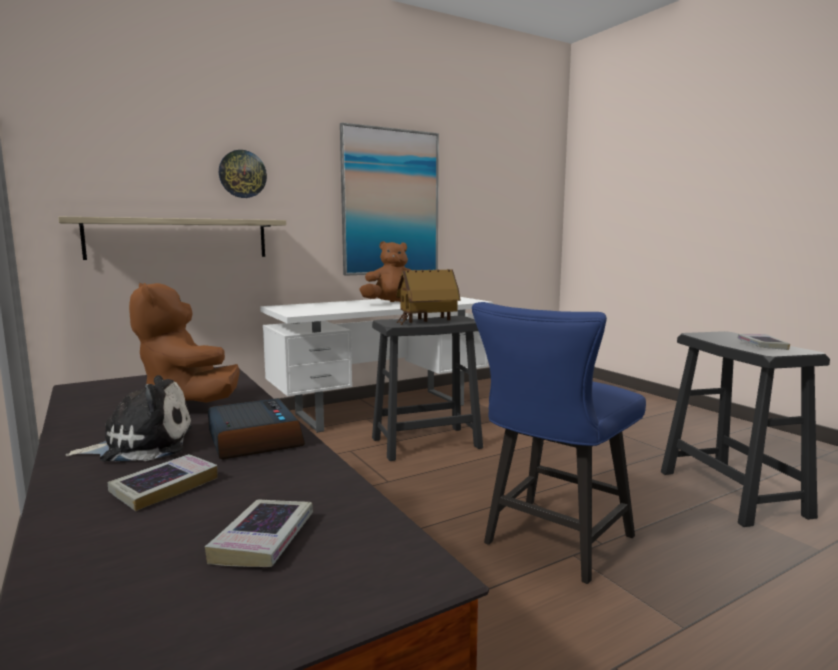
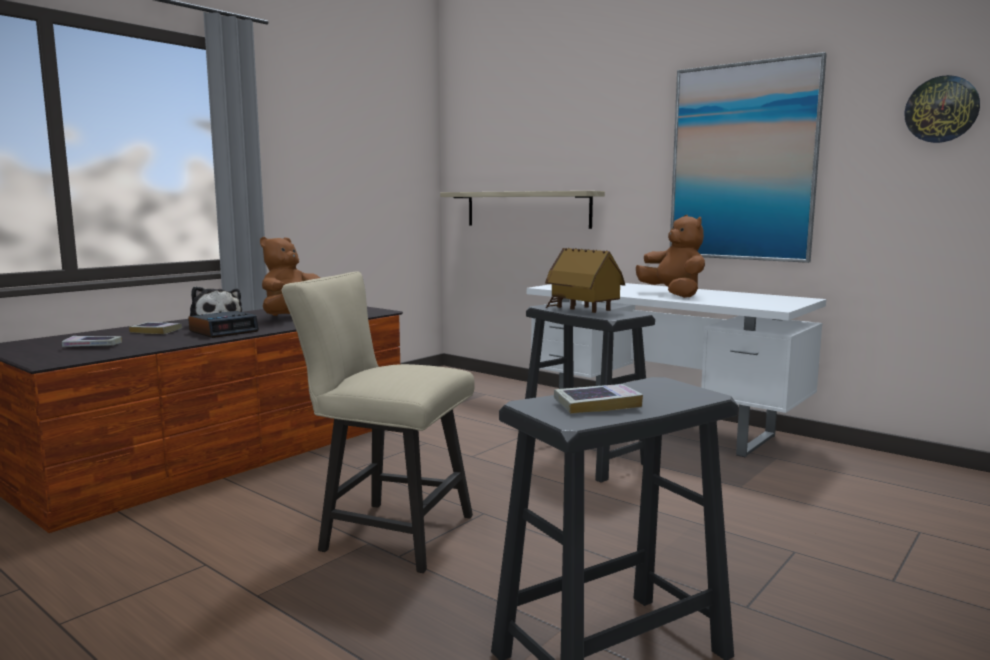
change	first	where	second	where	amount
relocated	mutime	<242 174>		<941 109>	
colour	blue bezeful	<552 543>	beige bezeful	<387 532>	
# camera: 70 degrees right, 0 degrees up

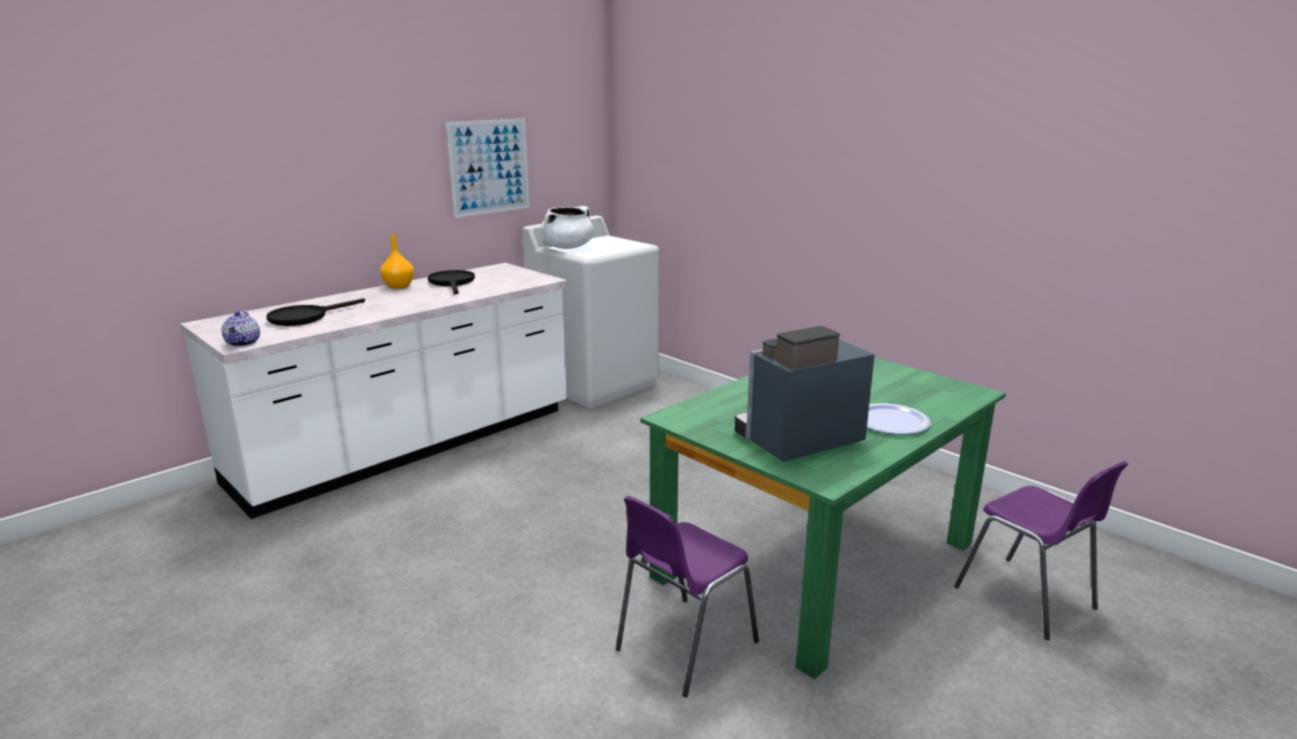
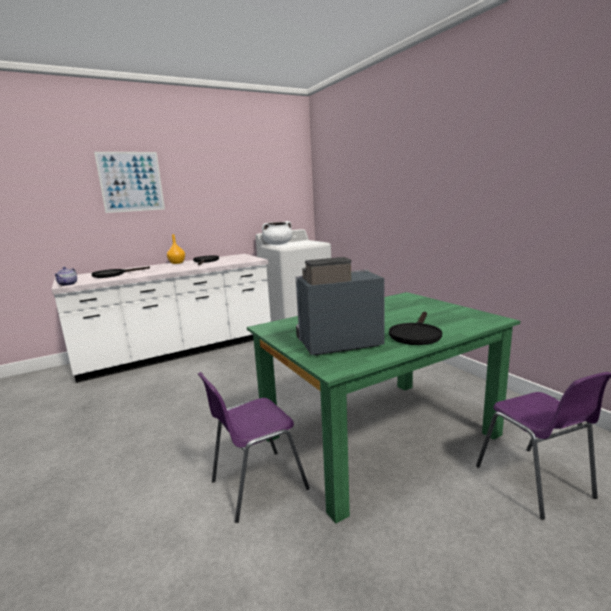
change	first	where	second	where	amount
relocated	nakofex	<489 167>		<131 182>	
exchanged	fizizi	<891 421>	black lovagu	<415 334>	
# camera: 15 degrees right, 5 degrees down

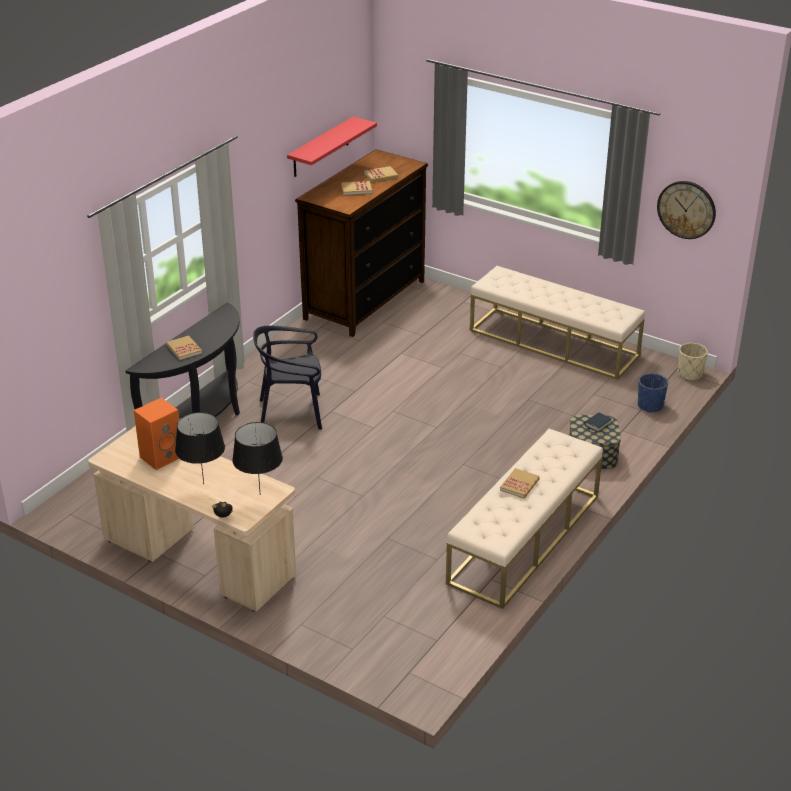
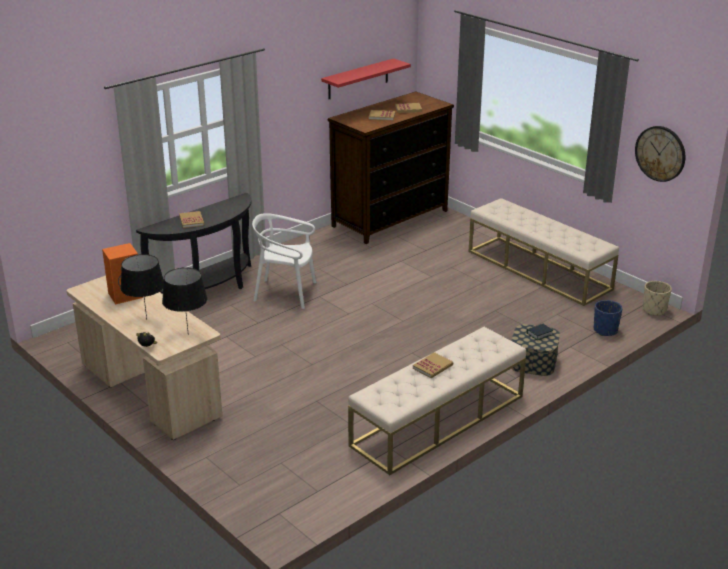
change	first	where	second	where	amount
colour	black bezeful	<291 413>	white bezeful	<286 293>	
# camera: 15 degrees right, 5 degrees down

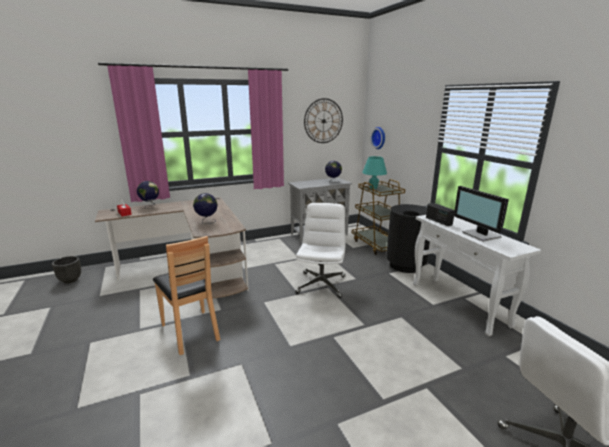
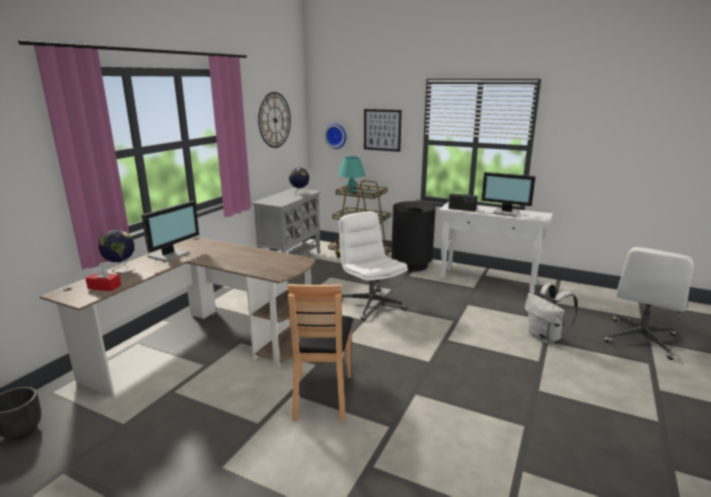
change	first	where	second	where	amount
missing	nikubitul	<207 222>			
spun	brown bezeful	<191 331>		<322 396>	75 degrees clockwise
appeared			nakofex	<382 130>	
appeared			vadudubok	<170 255>	
appeared			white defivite	<545 338>	
# camera: 40 degrees left, 0 degrees up

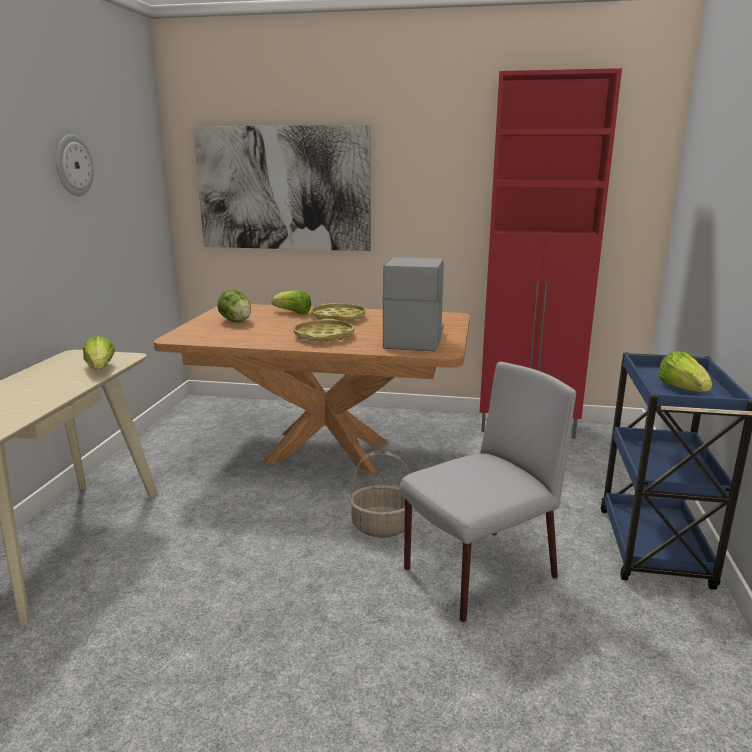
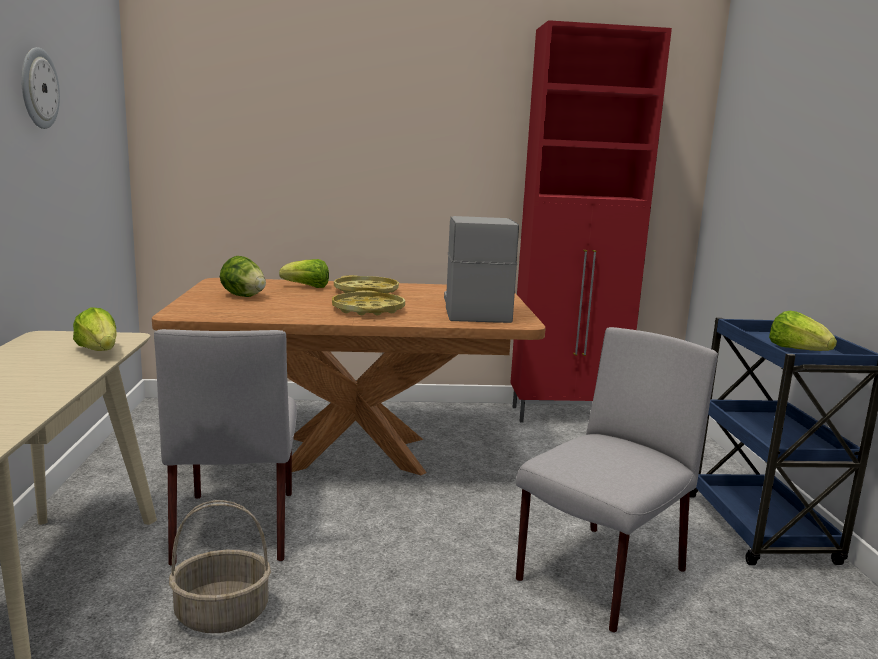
change	first	where	second	where	amount
missing	nakofex	<283 188>			
relocated	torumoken	<382 526>		<223 613>	
appeared			grey bezeful	<236 525>	
# camera: 15 degrees left, 5 degrees down

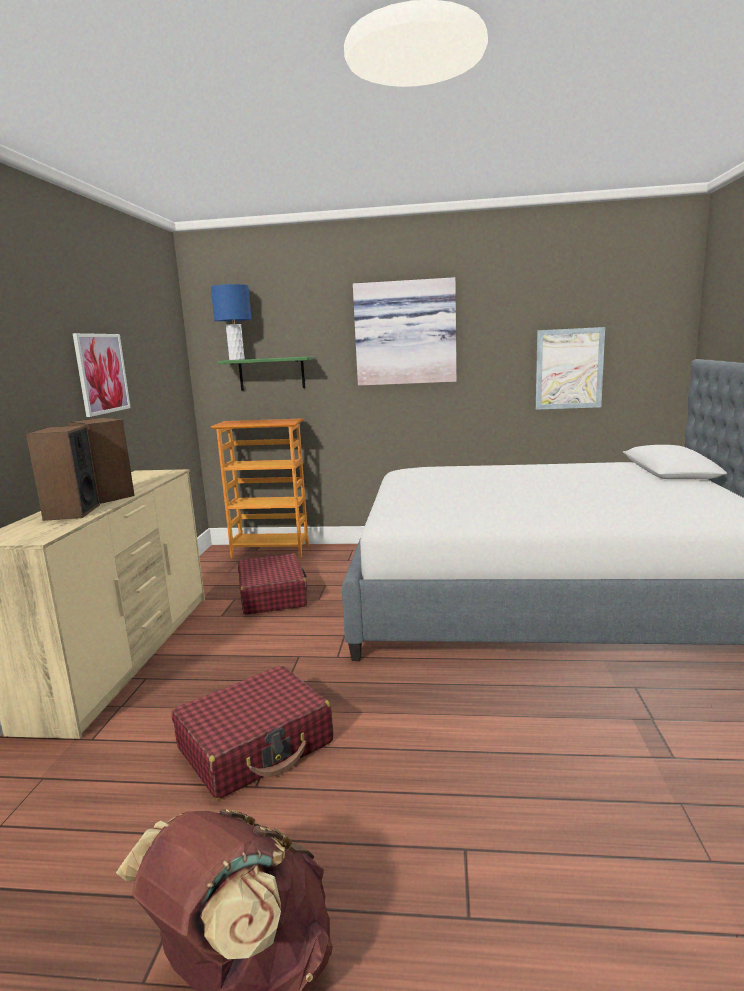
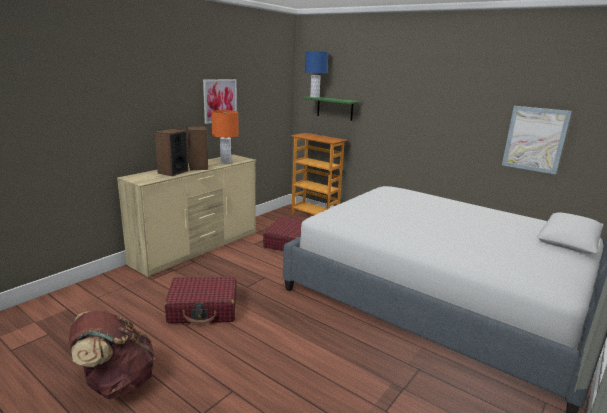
change	first	where	second	where	amount
missing	nakofex	<405 333>			
appeared			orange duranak	<226 162>	
# camera: 30 degrees right, 5 degrees up

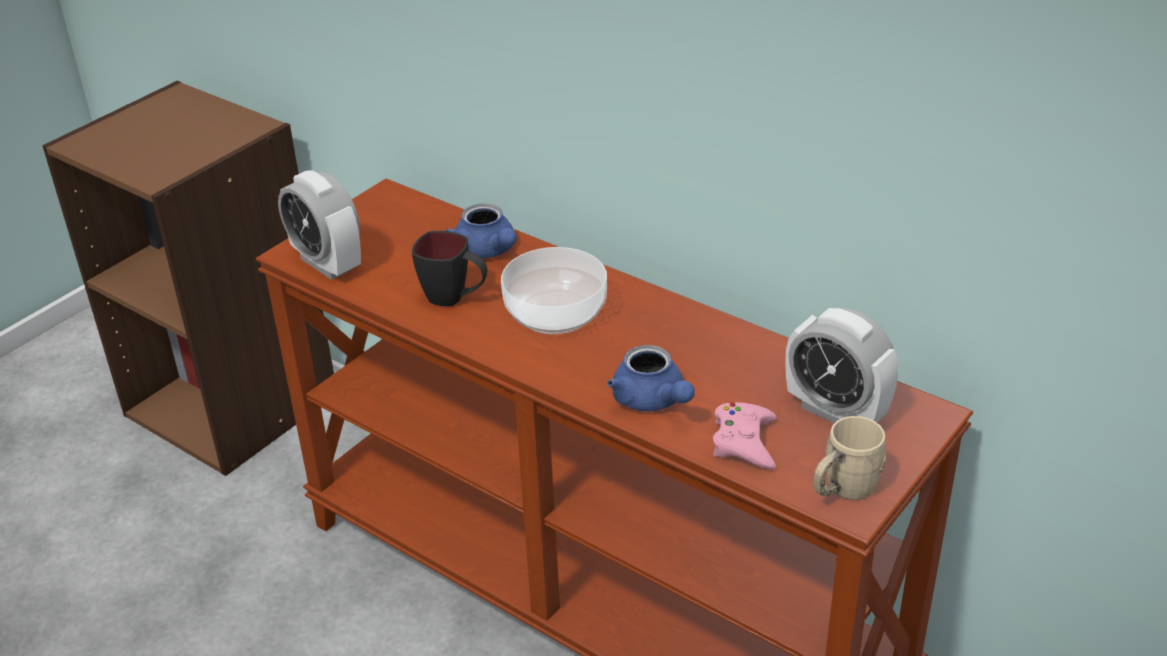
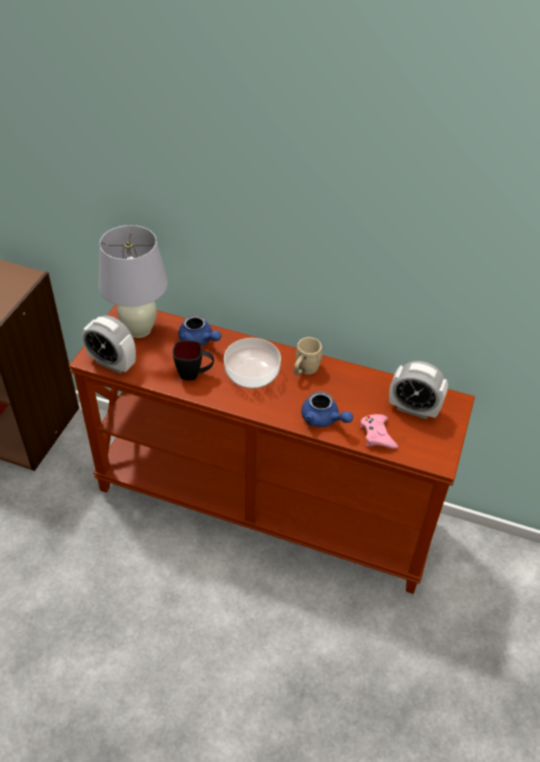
change	first	where	second	where	amount
relocated	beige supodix	<843 490>		<304 370>	
appeared			white duranak	<139 330>	
# camera: 20 degrees left, 10 degrees up

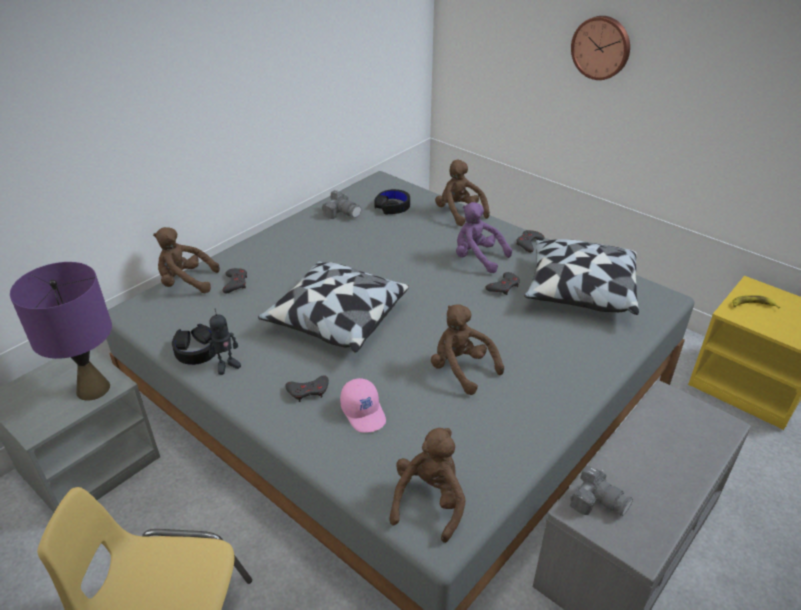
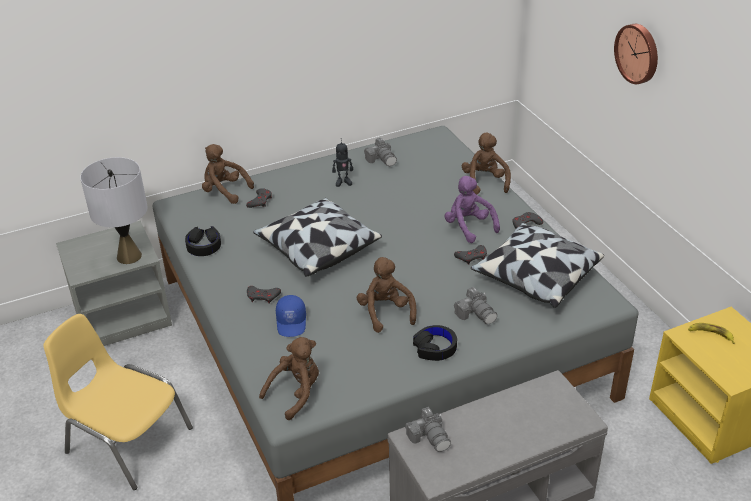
change	first	where	second	where	amount
relocated	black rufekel	<392 206>		<435 347>	
colour	purple duranak	<92 389>	grey duranak	<128 256>	
relocated	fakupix	<227 365>		<343 182>	
colour	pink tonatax	<364 412>	blue tonatax	<292 322>	
appeared			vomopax	<476 314>	
# camera: 25 degrees right, 0 degrees up

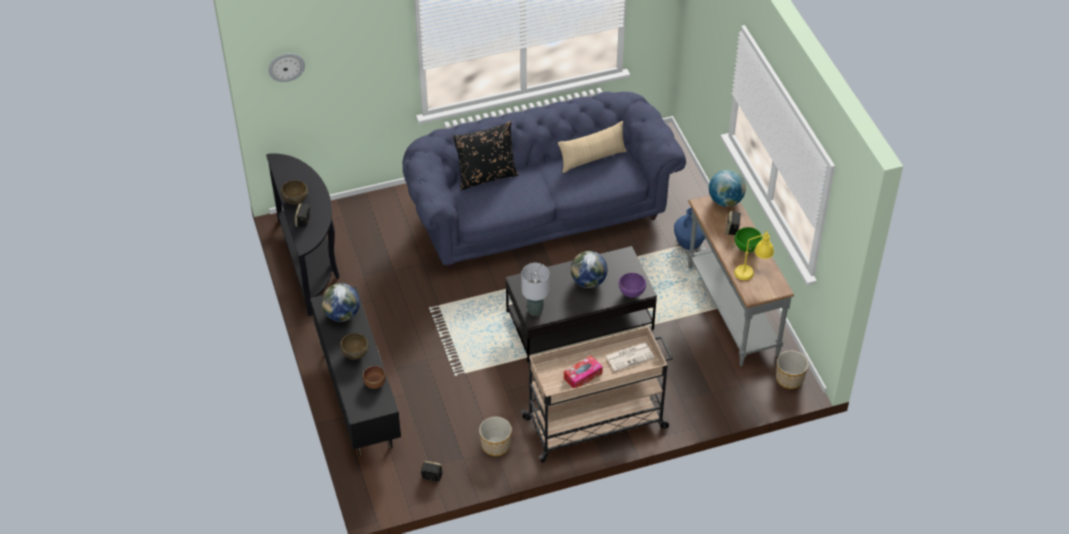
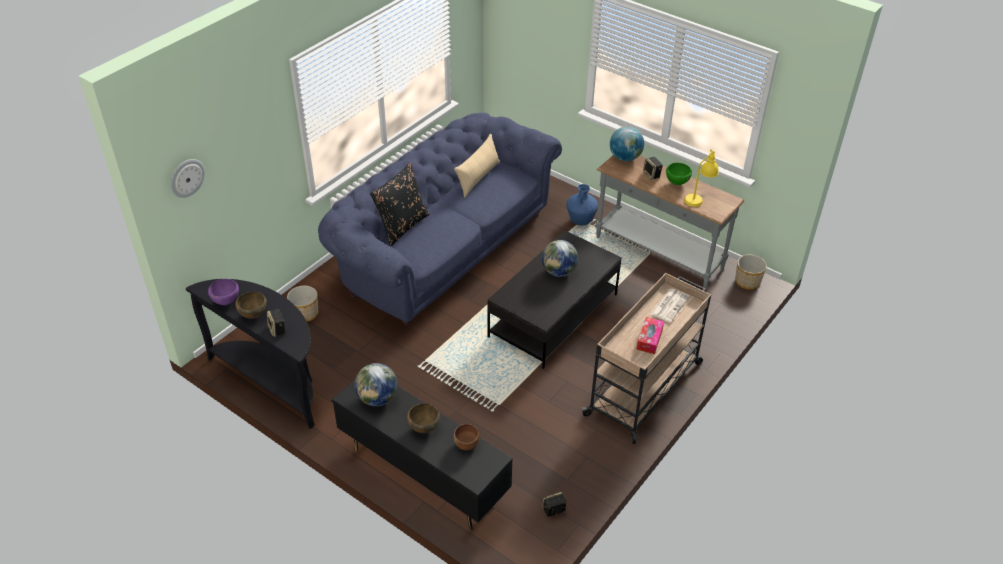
change	first	where	second	where	amount
missing	grey duranak	<535 310>			
relocated	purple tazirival	<631 294>		<226 302>	
relocated	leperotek	<495 445>		<305 313>	
# camera: 35 degrees left, 5 degrees down

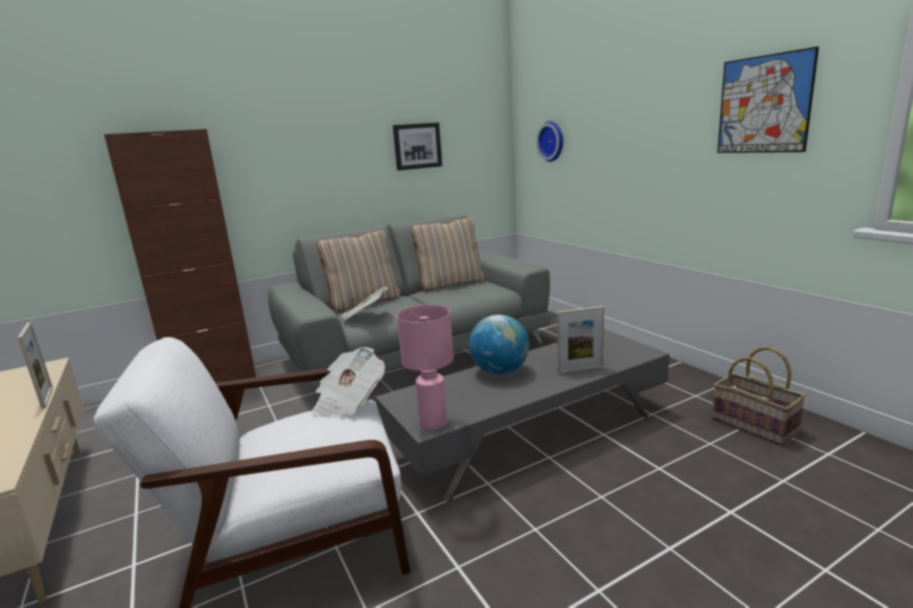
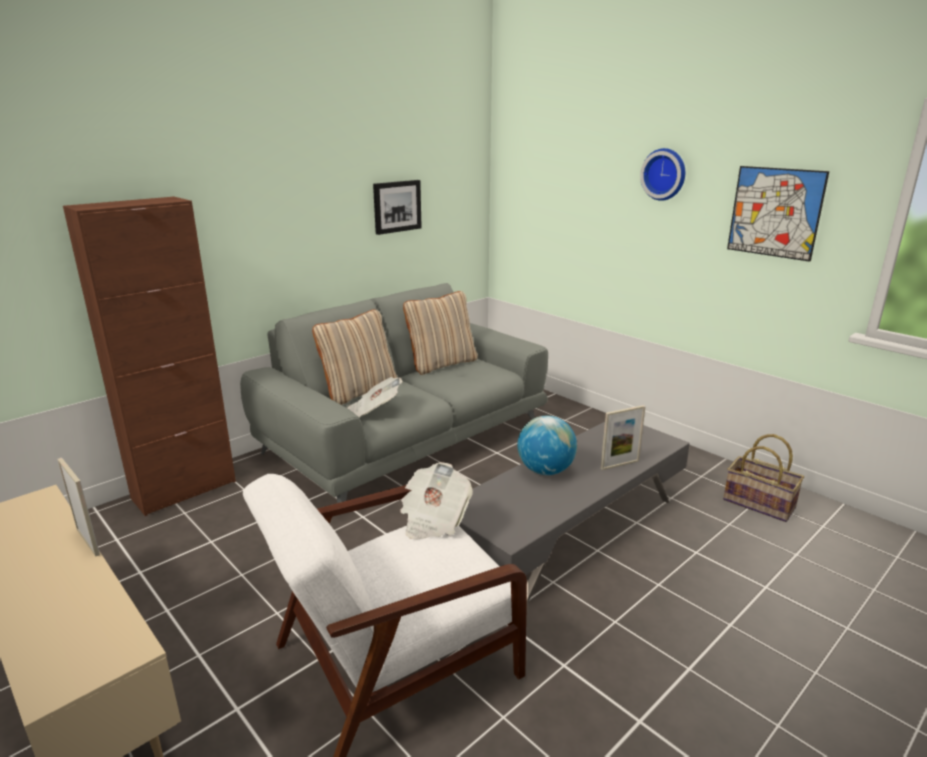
change	first	where	second	where	amount
relocated	mutime	<552 141>		<664 174>	
missing	pink duranak	<433 423>			
# camera: 15 degrees left, 5 degrees up

